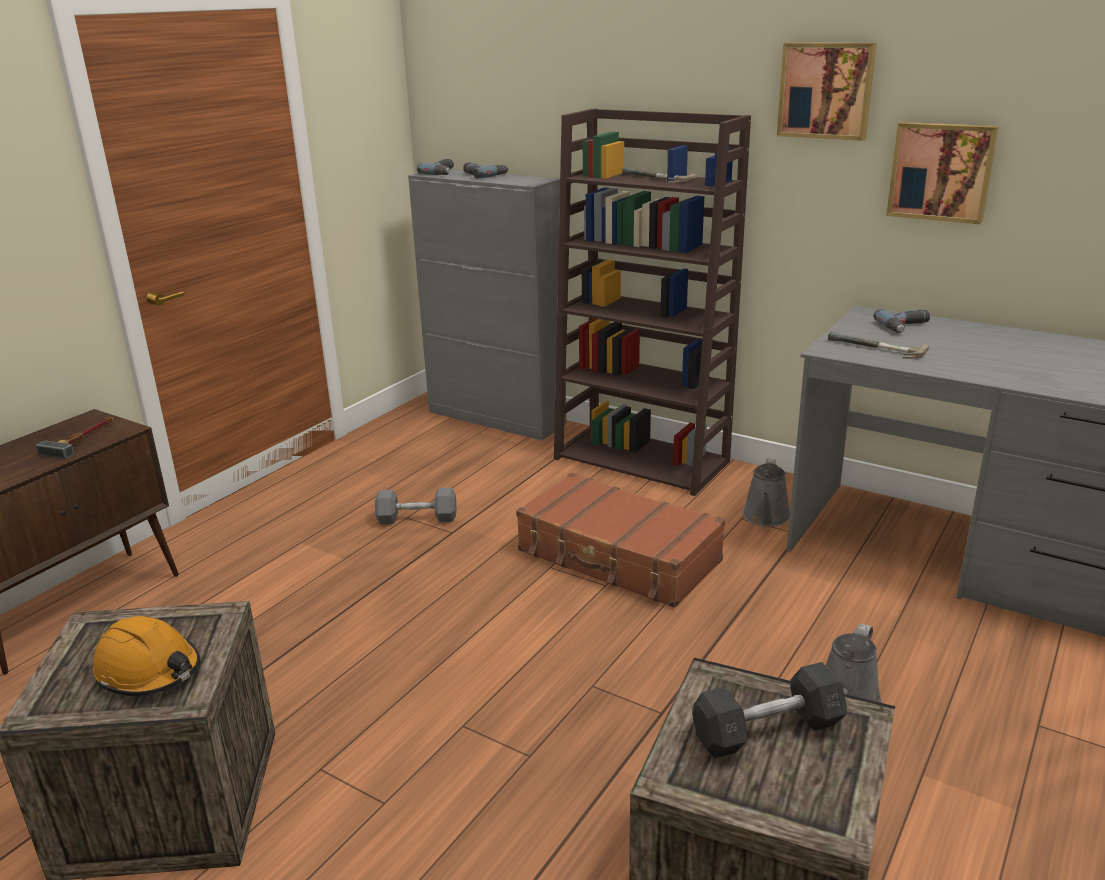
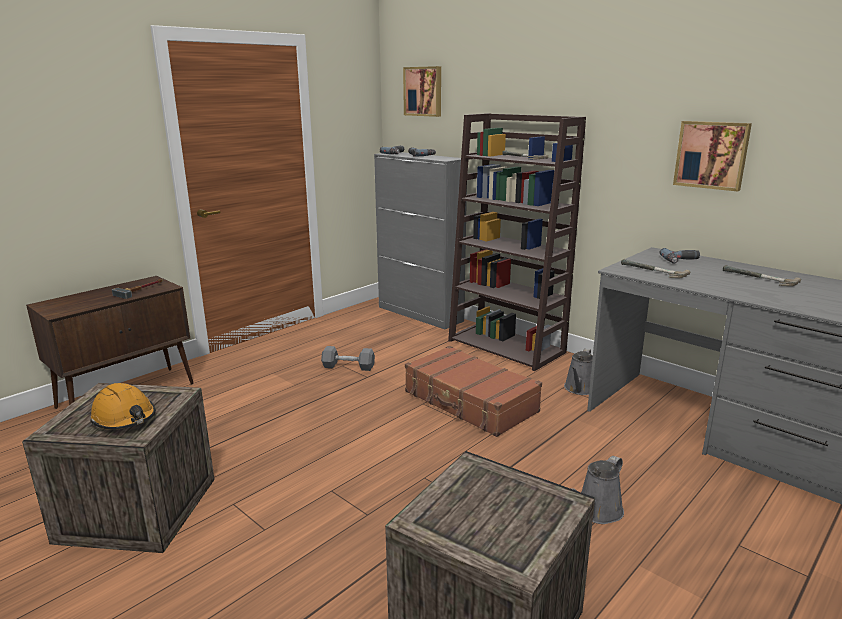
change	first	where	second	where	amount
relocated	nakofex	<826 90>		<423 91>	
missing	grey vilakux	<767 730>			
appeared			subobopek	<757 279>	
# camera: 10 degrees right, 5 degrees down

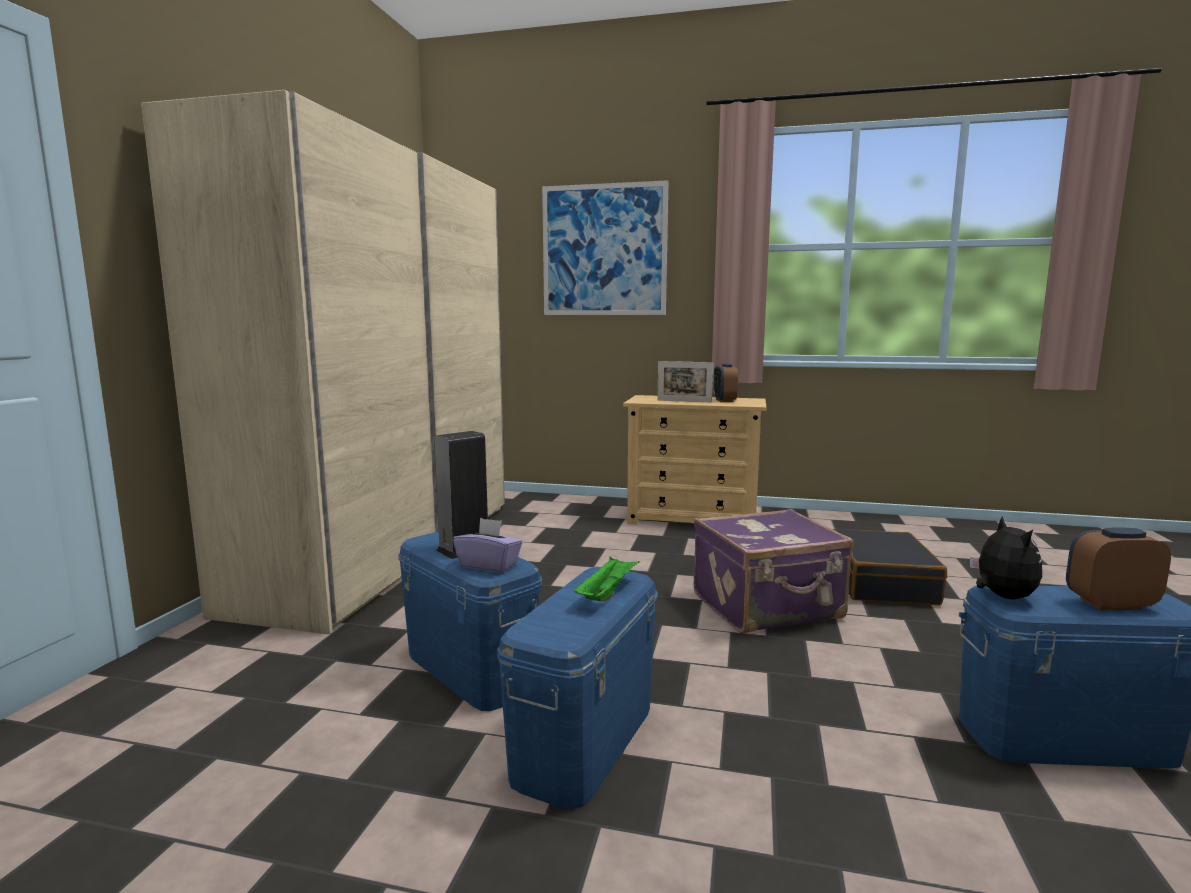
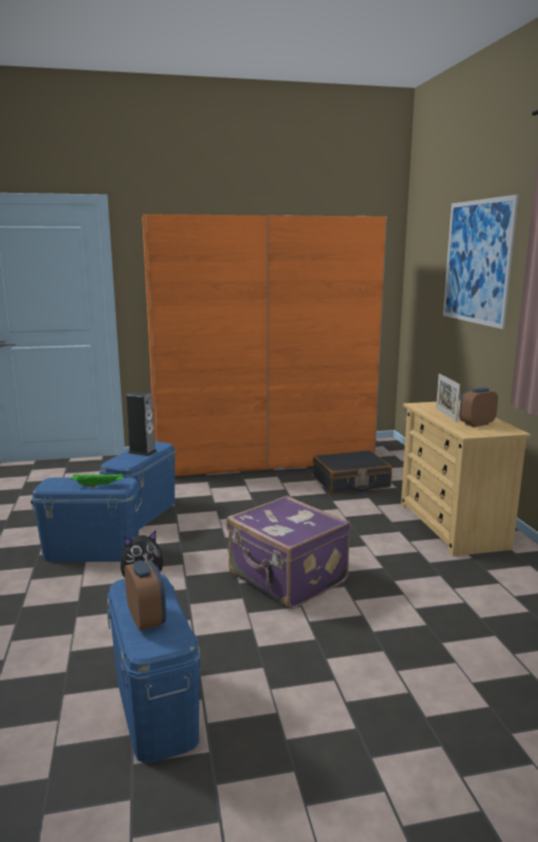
change	first	where	second	where	amount
colour	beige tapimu	<386 551>	orange tapimu	<262 458>	
missing	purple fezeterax	<489 565>			
relocated	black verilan	<882 583>		<351 482>	
# camera: 65 degrees right, 5 degrees up

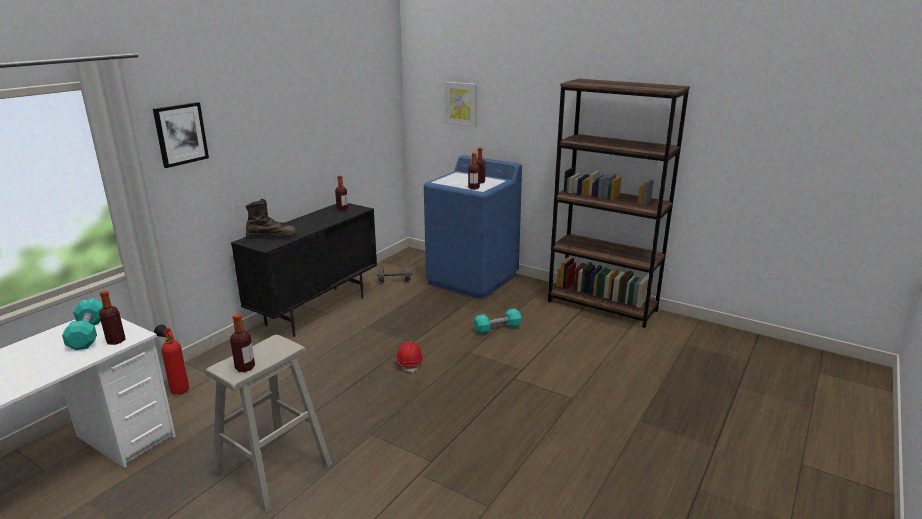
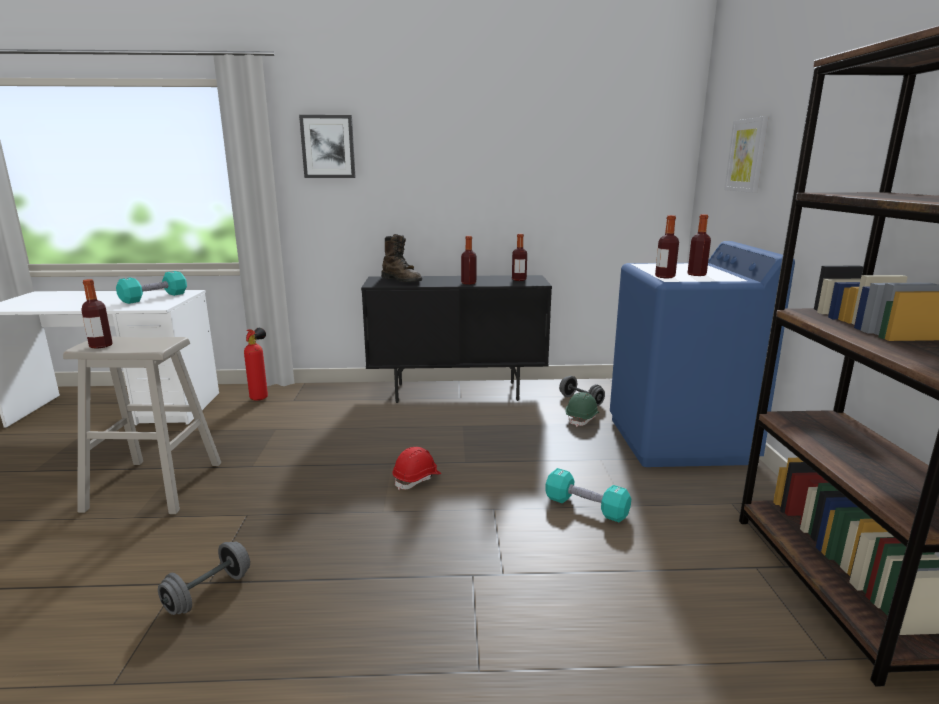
change	first	where	second	where	amount
relocated	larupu	<116 341>		<468 283>	
appeared			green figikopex	<582 418>	
appeared			grey vilakux	<208 593>	
# camera: 55 degrees right, 5 degrees down

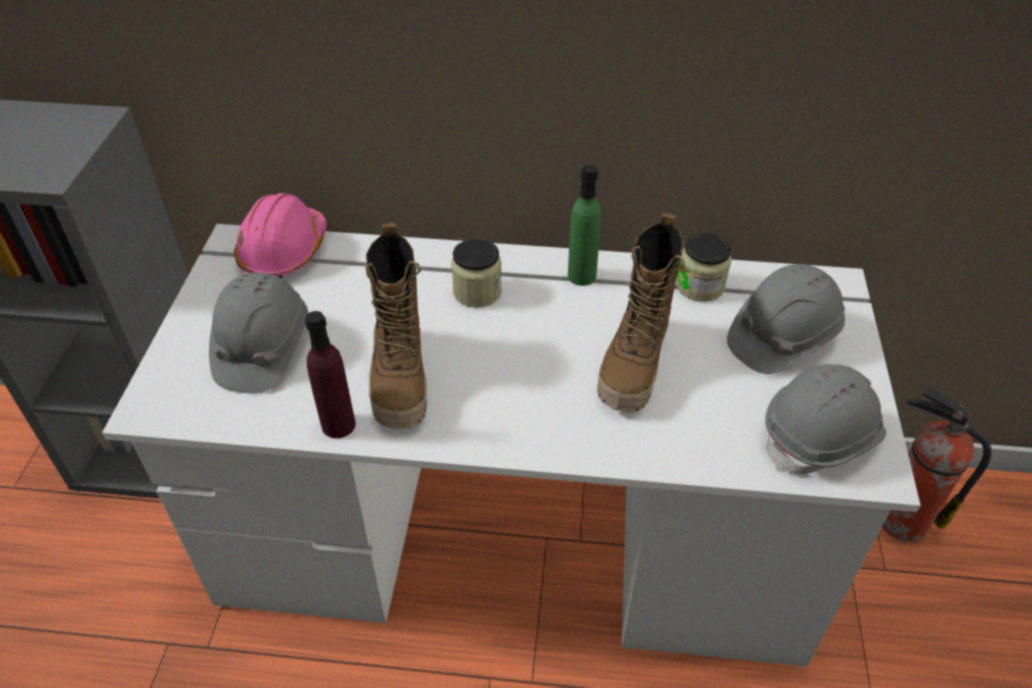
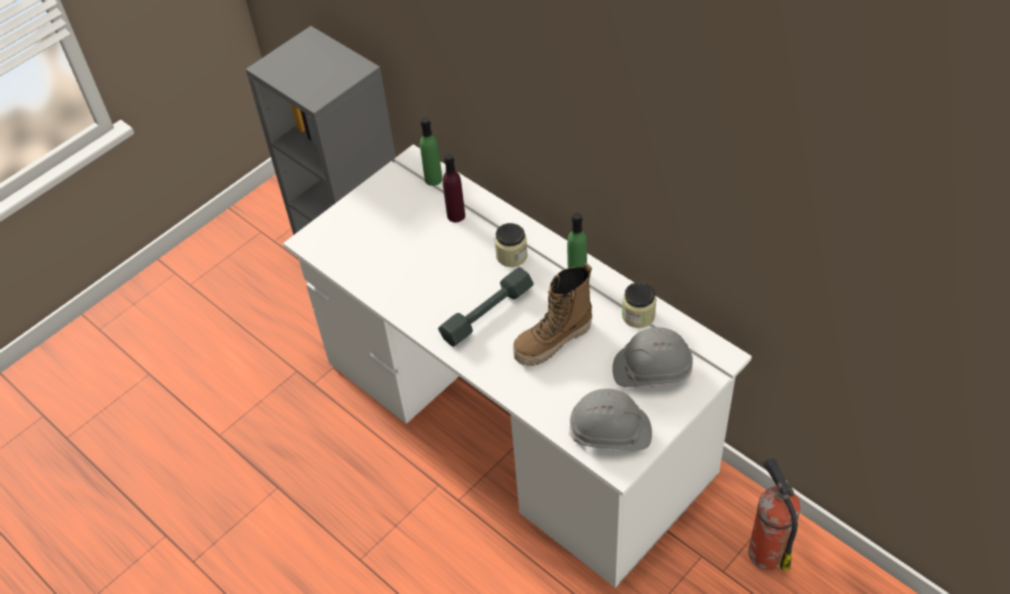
change	first	where	second	where	amount
exchanged	pink figikopex	<284 251>	green larupu	<433 179>	
missing	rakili	<401 380>			
missing	grey figikopex	<262 349>			
relocated	purple larupu	<338 425>		<456 215>	
appeared			grey vilakux	<487 313>	
# camera: 40 degrees right, 5 degrees up

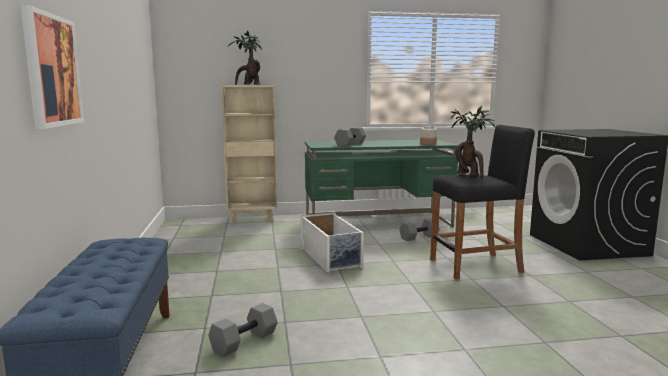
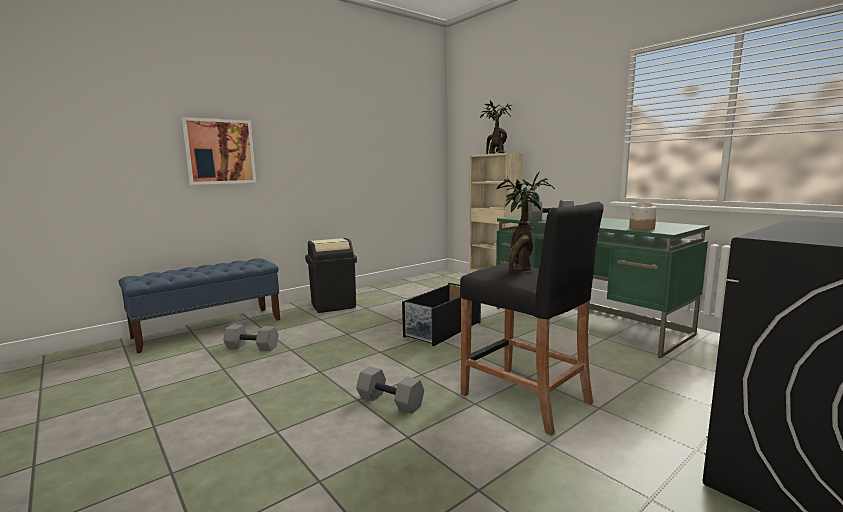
change	first	where	second	where	amount
colour	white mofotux	<331 258>	black mofotux	<442 330>	
relocated	grey vilakux	<419 237>		<391 401>	
appeared			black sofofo	<333 305>	
# camera: 60 degrees right, 0 degrees up

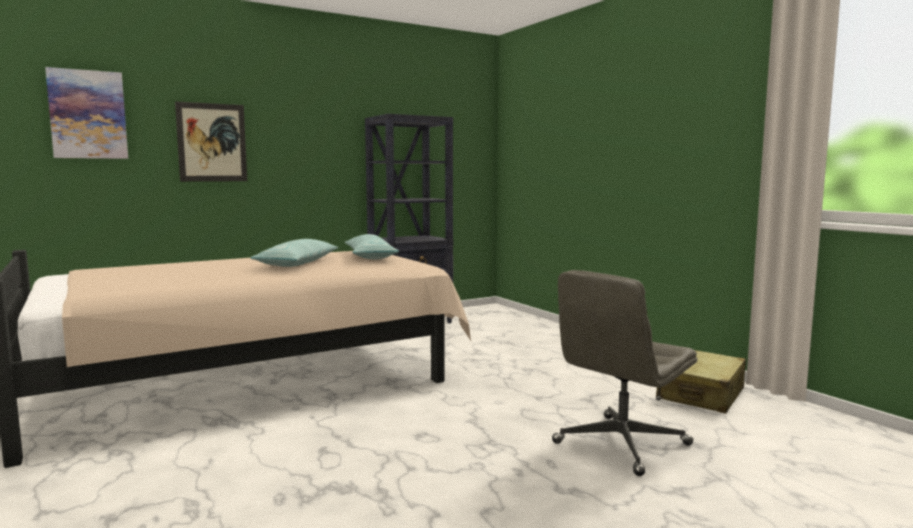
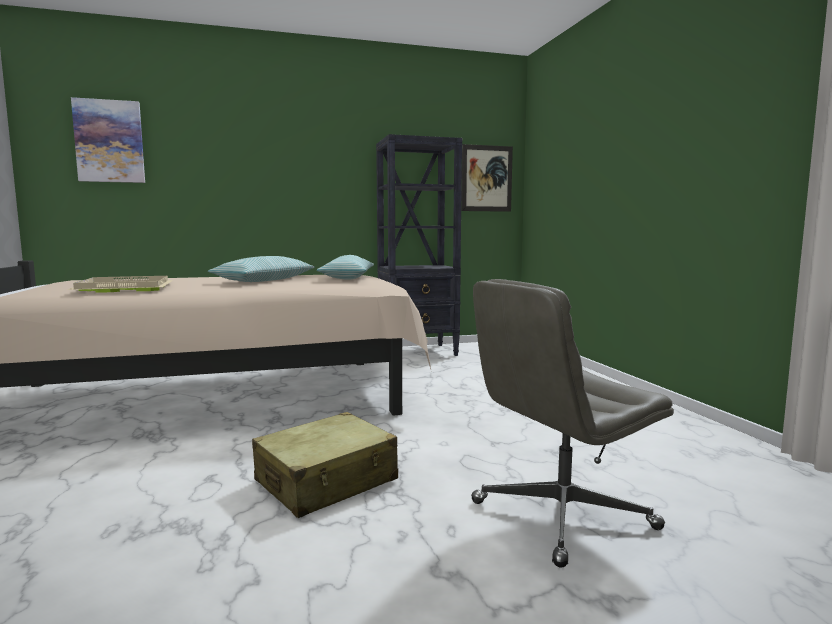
change	first	where	second	where	amount
relocated	nakofex	<212 142>		<486 178>	
relocated	beige verilan	<701 394>		<327 481>	
appeared			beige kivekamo	<126 288>	
# camera: 15 degrees right, 0 degrees up

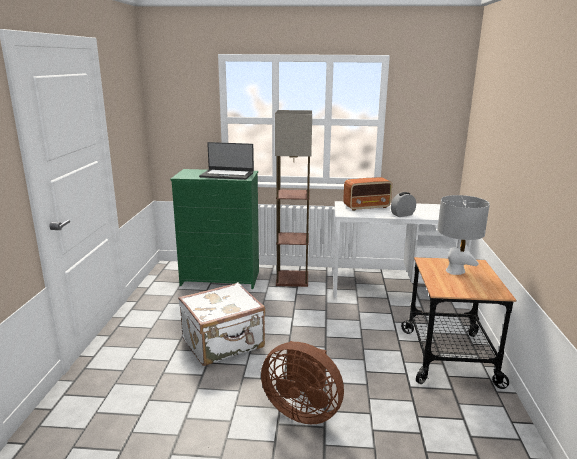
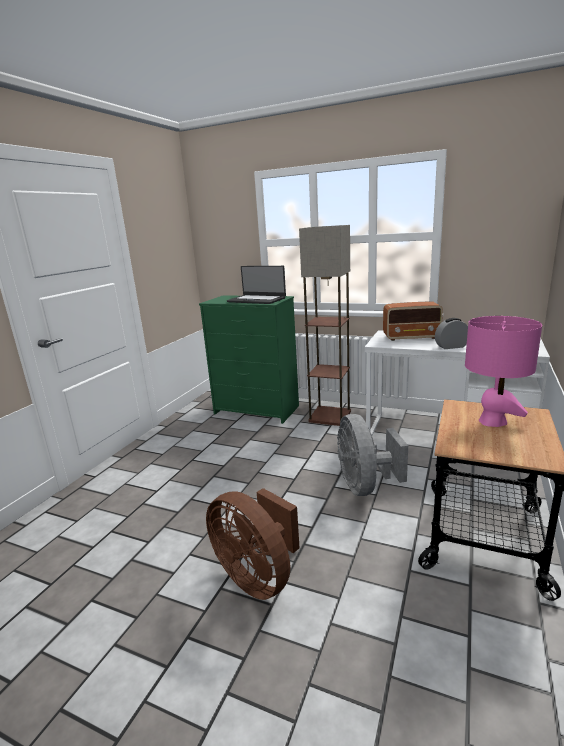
change	first	where	second	where	amount
colour	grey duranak	<455 271>	pink duranak	<492 421>	
missing	white verilan	<224 344>			
appeared			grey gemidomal	<365 485>	
# camera: 20 degrees right, 0 degrees up

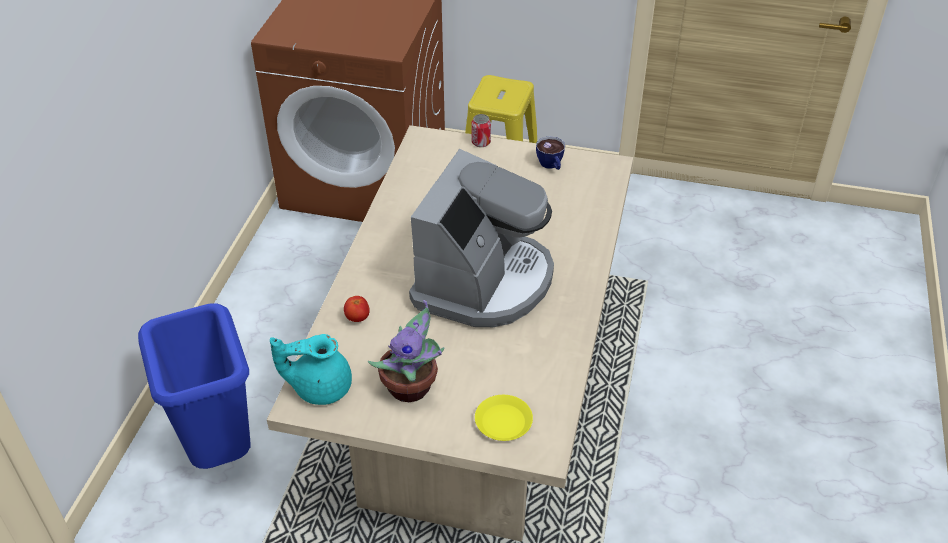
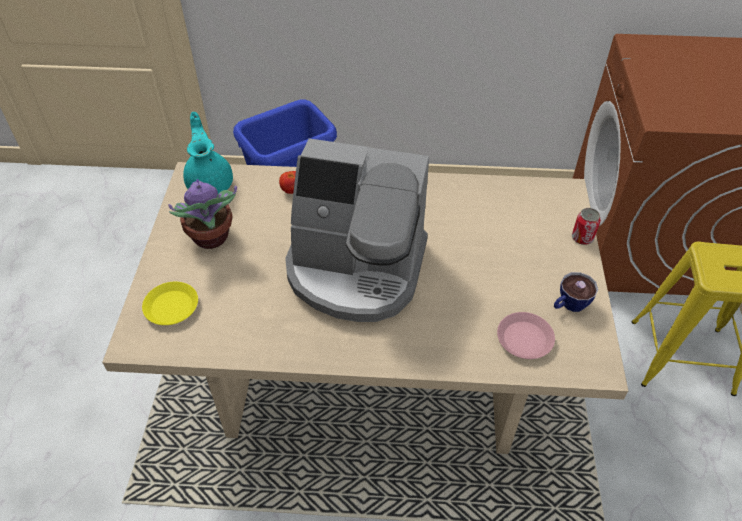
change	first	where	second	where	amount
appeared			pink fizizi	<524 339>	
# camera: 80 degrees right, 5 degrees up

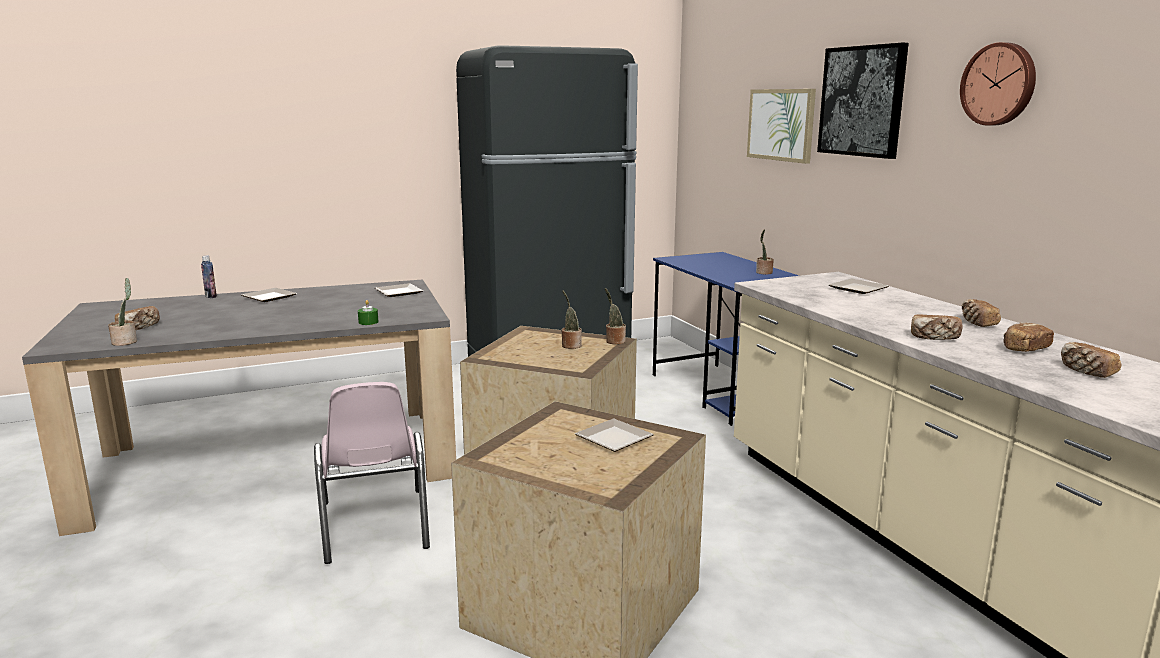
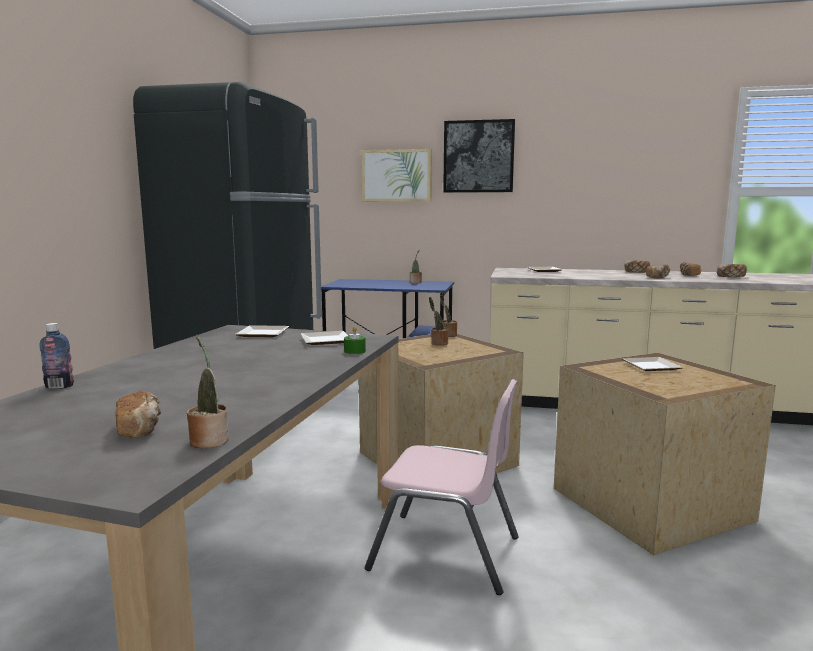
change	first	where	second	where	amount
missing	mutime	<999 84>			
relocated	fizizi	<271 297>		<327 340>	
# camera: 55 degrees left, 5 degrees down

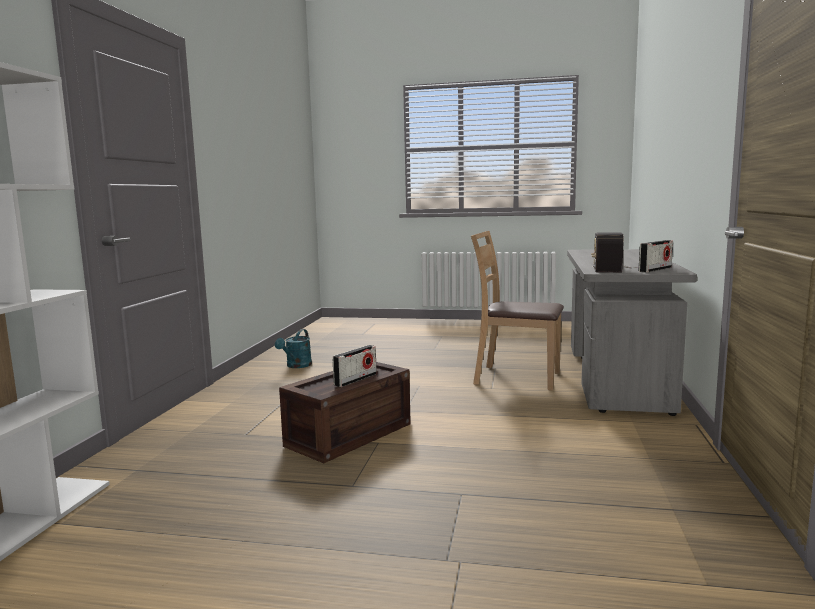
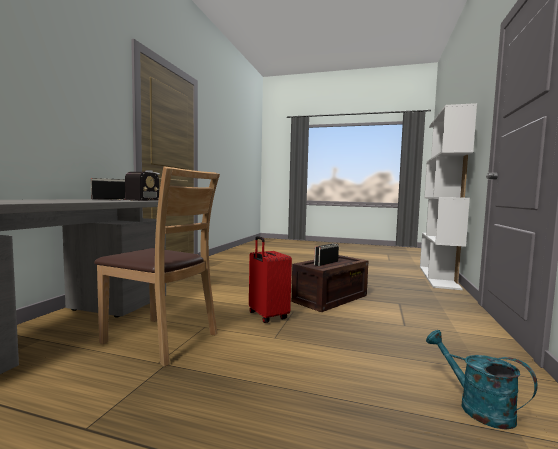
change	first	where	second	where	amount
spun	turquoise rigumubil	<296 366>		<476 407>	60 degrees counterclockwise
appeared			red verilan	<267 316>	
# camera: 175 degrees left, 5 degrees down

